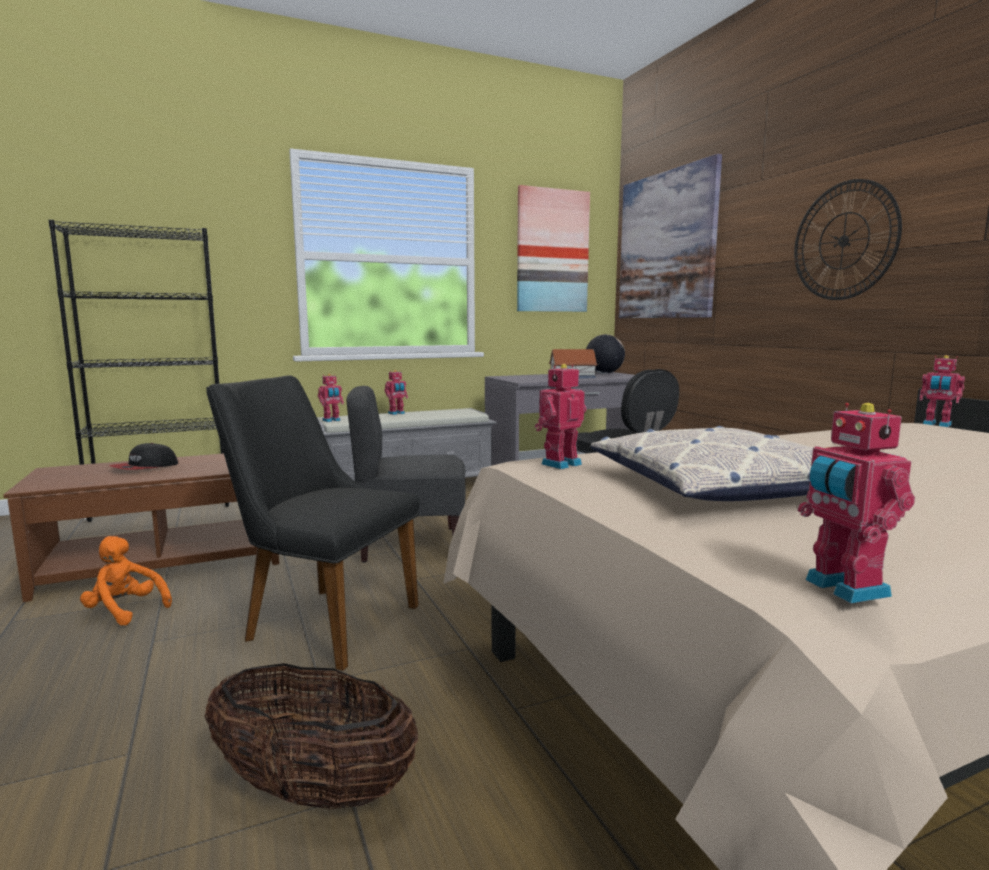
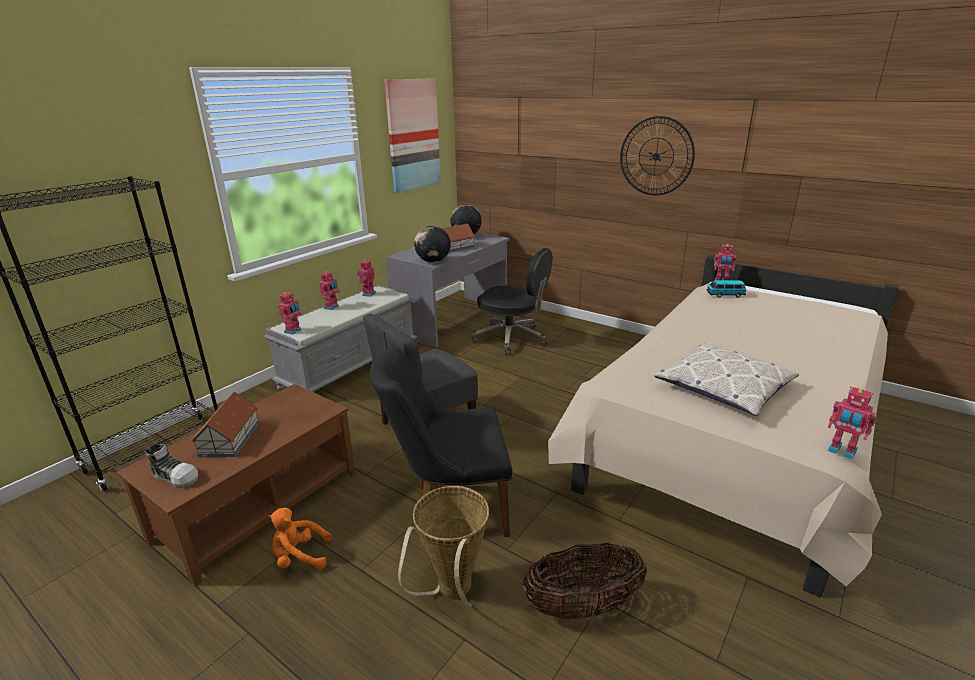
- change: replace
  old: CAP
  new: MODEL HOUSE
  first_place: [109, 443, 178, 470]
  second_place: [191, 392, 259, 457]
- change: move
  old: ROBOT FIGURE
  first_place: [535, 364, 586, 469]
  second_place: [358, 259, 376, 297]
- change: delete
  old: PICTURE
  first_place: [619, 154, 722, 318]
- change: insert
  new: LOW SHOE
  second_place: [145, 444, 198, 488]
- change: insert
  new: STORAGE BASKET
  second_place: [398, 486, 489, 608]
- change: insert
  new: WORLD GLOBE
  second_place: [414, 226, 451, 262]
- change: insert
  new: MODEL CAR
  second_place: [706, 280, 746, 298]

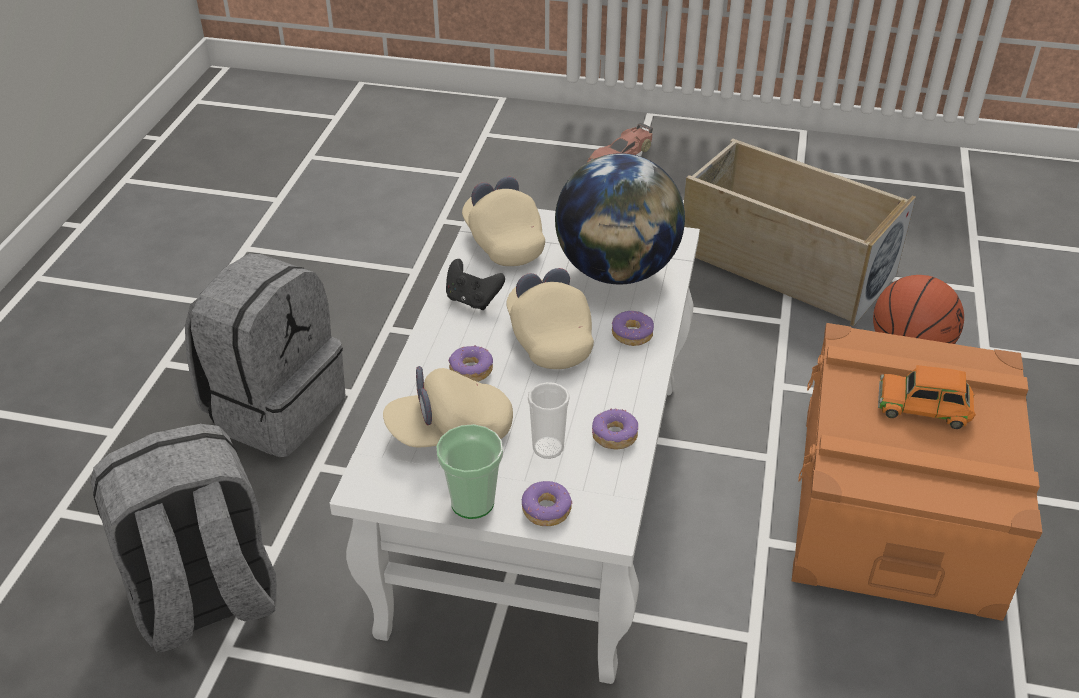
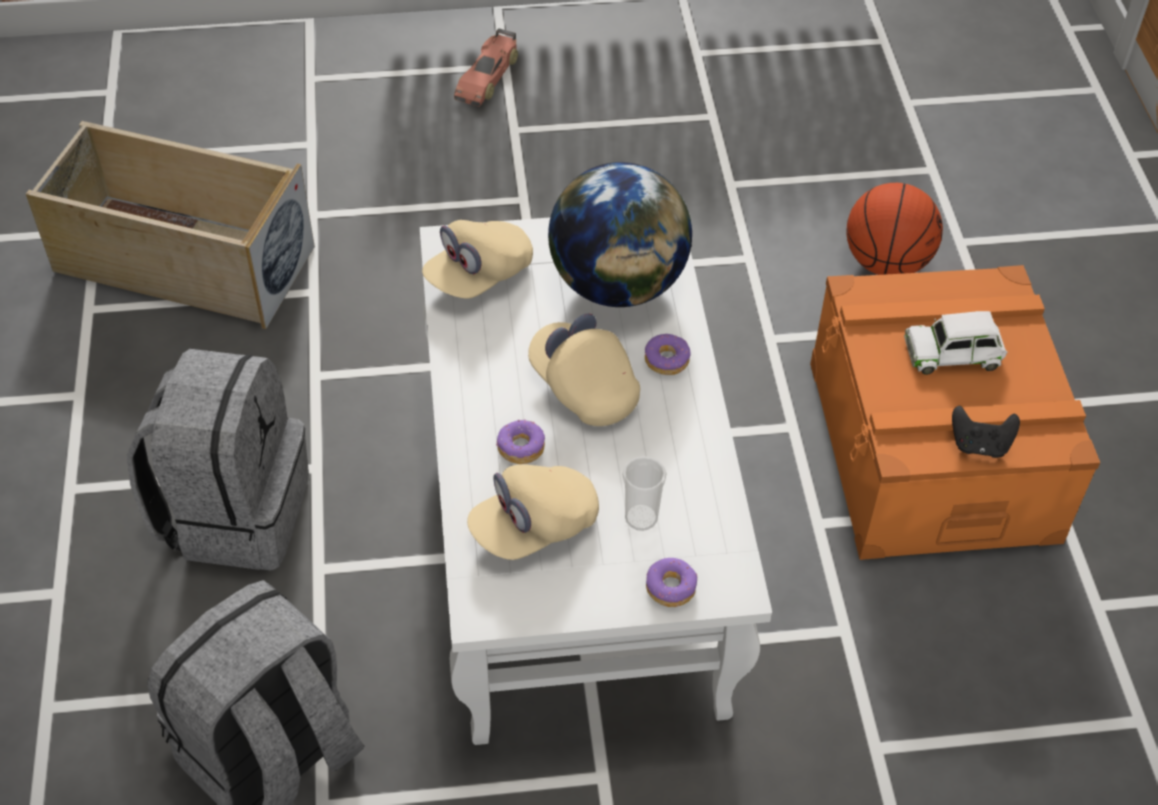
- change: delete
  old: SMALL CUP
  first_place: [436, 424, 503, 519]
- change: move
  old: BLACK-COLOURED GAMEPAD
  first_place: [446, 259, 505, 310]
  second_place: [952, 406, 1020, 458]
- change: rotate
  old: BEIGE CAP
  first_place: [462, 176, 545, 266]
  second_place: [422, 220, 533, 298]
  degrees: -90
- change: delete
  old: RING DOUGHNUT
  first_place: [592, 408, 639, 450]
- change: move
  old: BEIGE STORAGE BIN
  first_place: [684, 139, 916, 326]
  second_place: [26, 121, 315, 329]
- change: recolor
  old: ORANGE MODEL CAR
  new: WHITISH MODEL CAR
  first_place: [878, 365, 976, 429]
  second_place: [904, 311, 1007, 375]

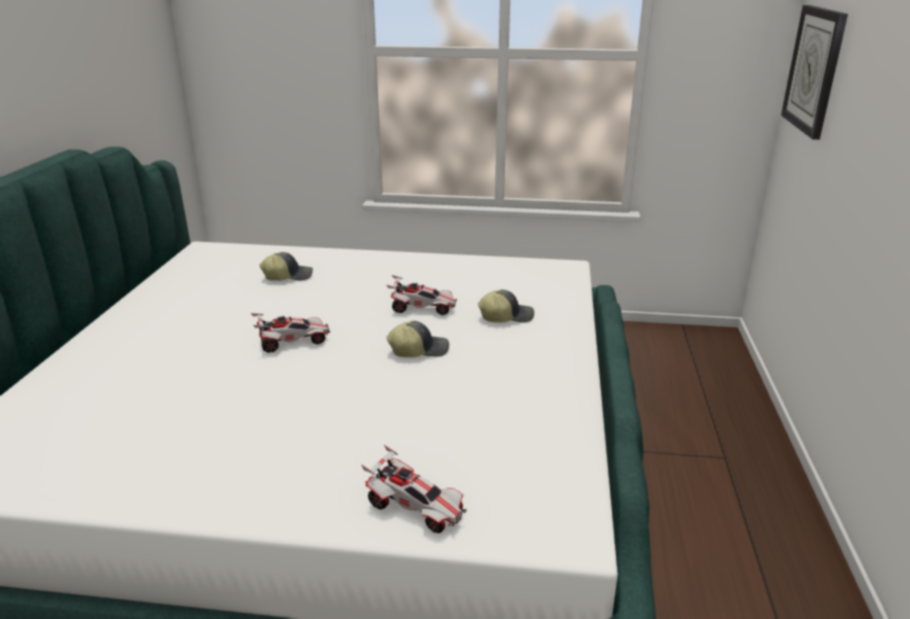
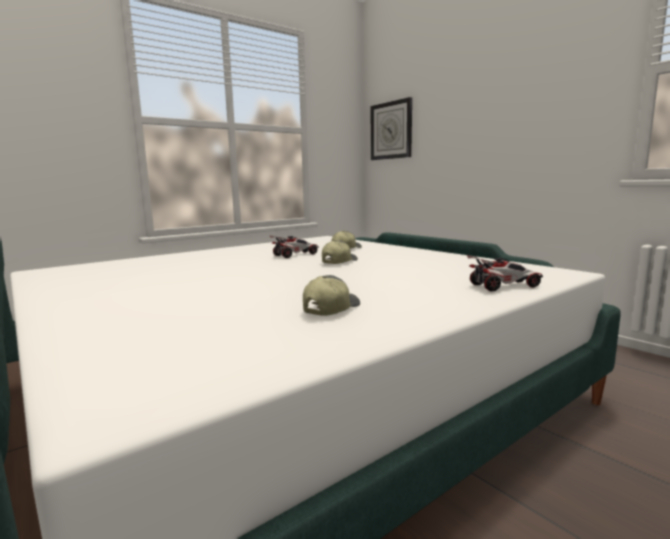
- change: delete
  old: MODEL CAR
  first_place: [251, 313, 330, 353]
- change: move
  old: CAP
  first_place: [260, 252, 313, 281]
  second_place: [303, 275, 360, 316]

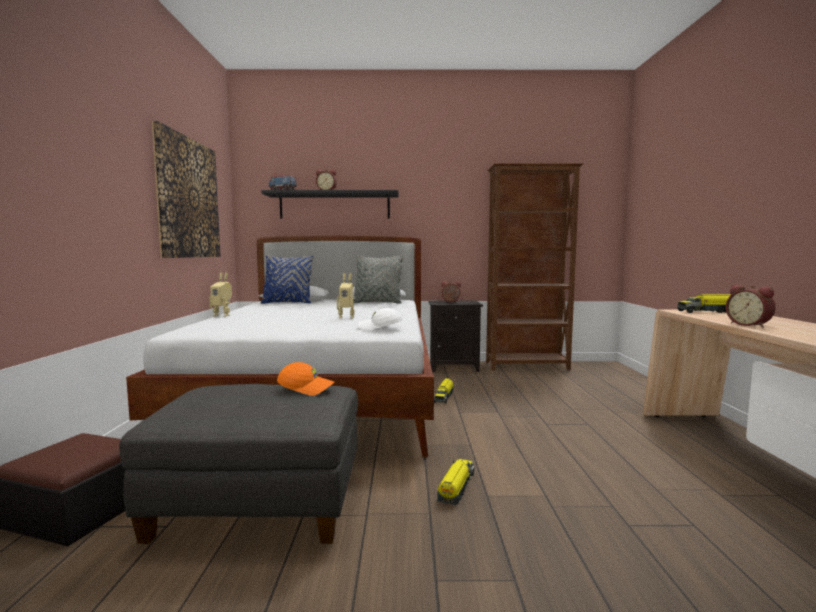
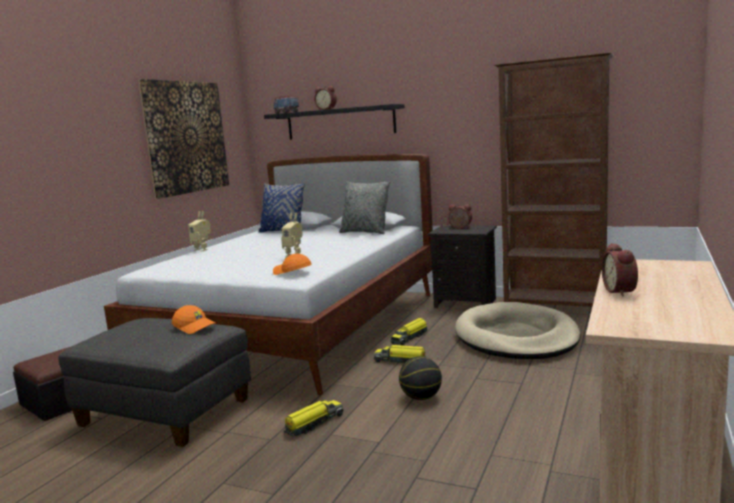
- change: recolor
  old: WHITISH CAP
  new: ORANGE CAP
  first_place: [359, 308, 403, 331]
  second_place: [273, 253, 312, 275]
- change: move
  old: MODEL TRUCK
  first_place: [677, 294, 731, 313]
  second_place: [374, 345, 425, 363]
- change: insert
  new: BALL FOR BASKETBALL
  second_place: [399, 356, 442, 400]
- change: insert
  new: BEIGE DOG BED
  second_place: [455, 302, 581, 359]

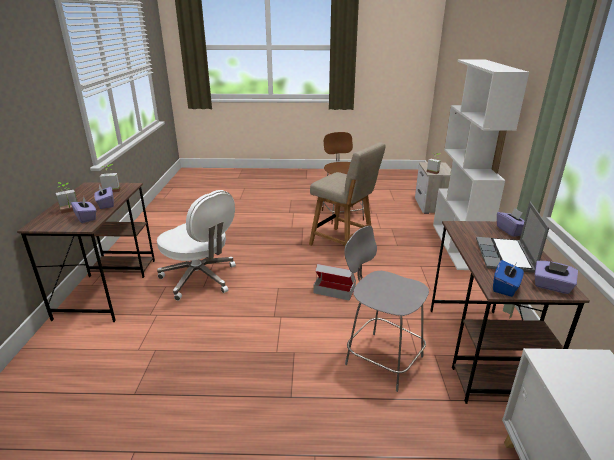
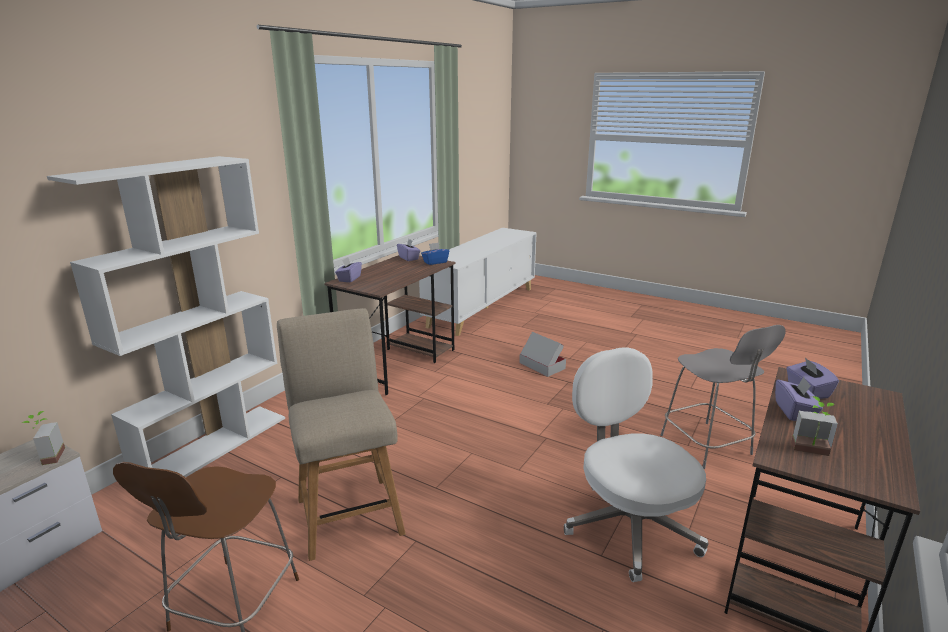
- change: delete
  old: HOUSEPLANT
  first_place: [56, 182, 78, 214]
- change: move
  old: CARDBOARD BOX
  first_place: [313, 264, 356, 301]
  second_place: [519, 332, 566, 377]
- change: move
  old: GREYISH PLAIN CHAIR
  first_place: [344, 226, 429, 392]
  second_place: [660, 325, 786, 469]
- change: delete
  old: LAPTOP
  first_place: [476, 201, 549, 273]

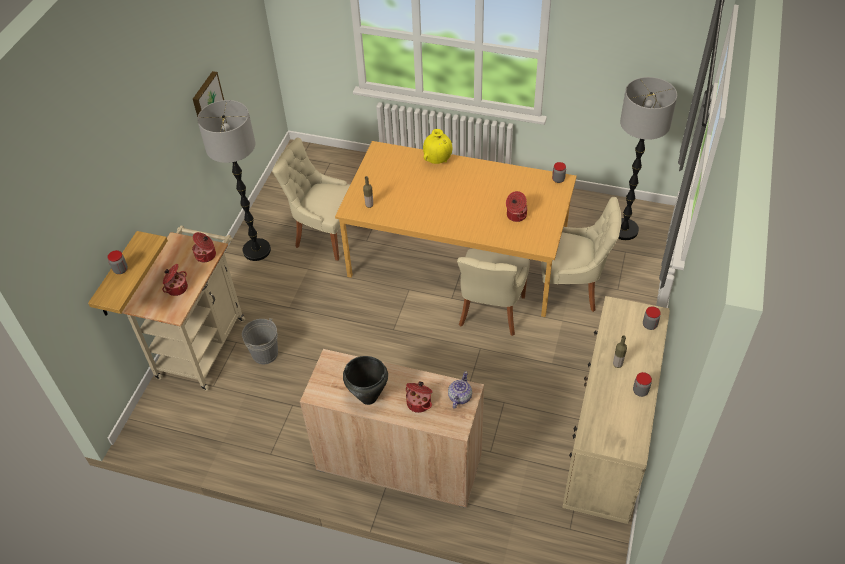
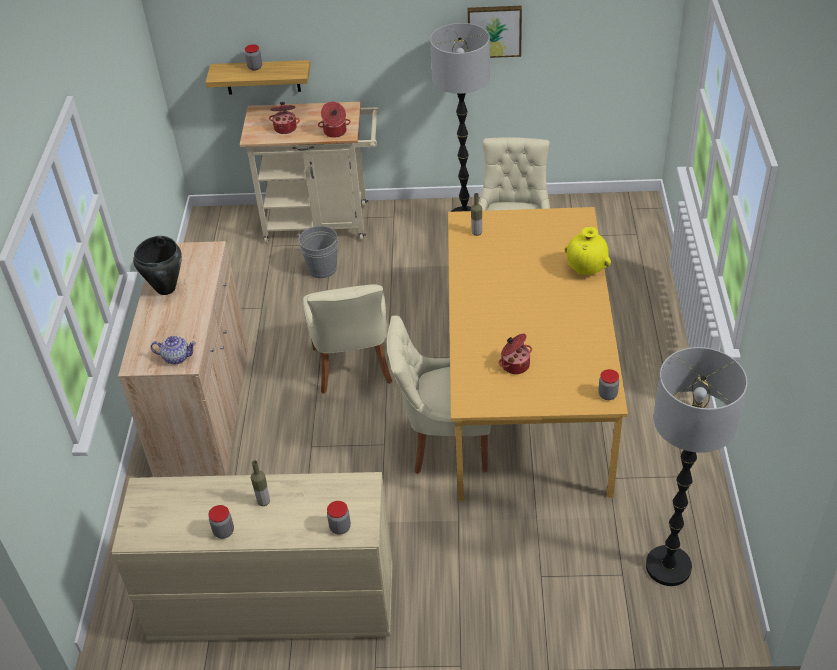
- change: delete
  old: STOCKPOT
  first_place: [406, 381, 433, 413]
- change: move
  old: BEIGE PLAIN CHAIR
  first_place: [541, 197, 621, 312]
  second_place: [303, 284, 392, 394]

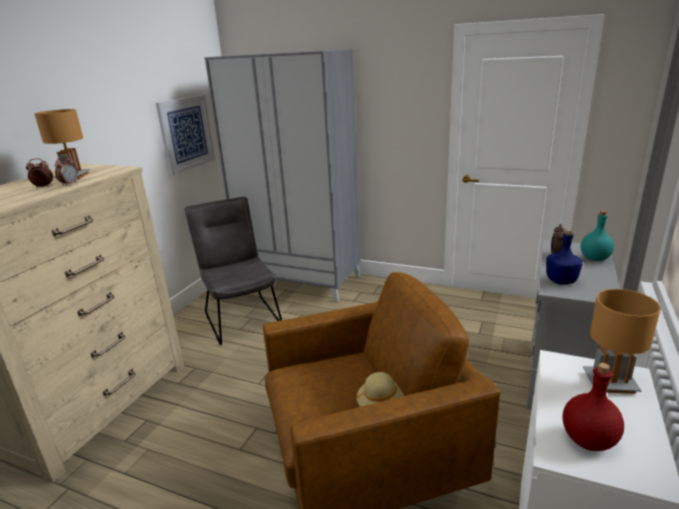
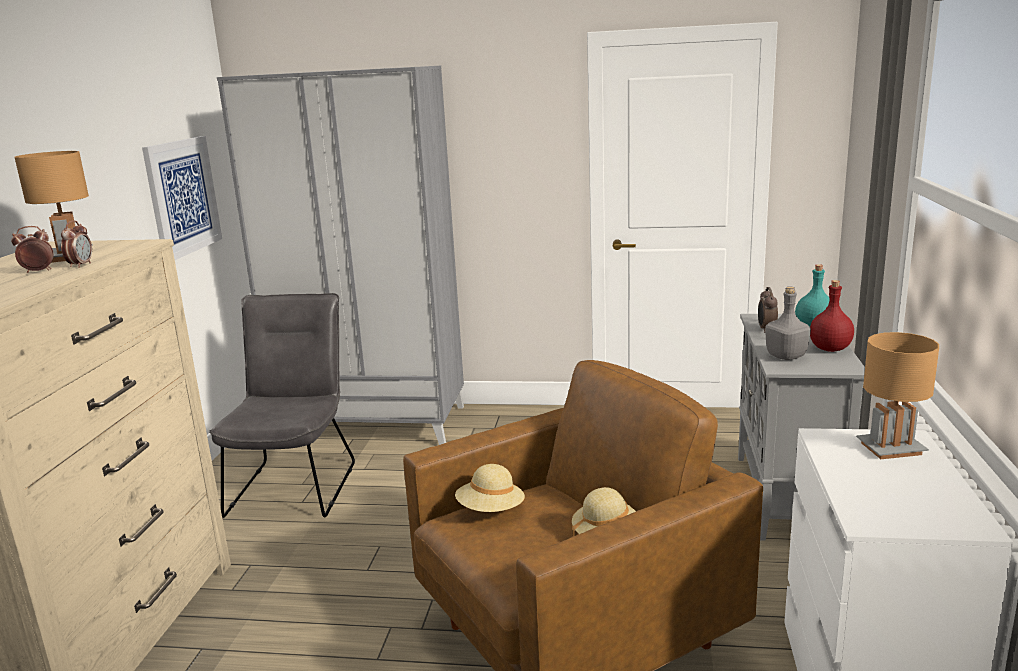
- change: rotate
  old: GREYISH PLAIN CHAIR
  first_place: [184, 197, 282, 345]
  second_place: [209, 293, 355, 518]
  degrees: 45
- change: recolor
  old: BLUISH DRINK BOTTLE
  new: GREYISH DRINK BOTTLE
  first_place: [546, 229, 583, 285]
  second_place: [765, 287, 811, 360]
- change: move
  old: RED DRINK BOTTLE
  first_place: [563, 363, 624, 451]
  second_place: [810, 280, 854, 352]
- change: insert
  new: BEIGE HAT
  second_place: [455, 464, 525, 512]

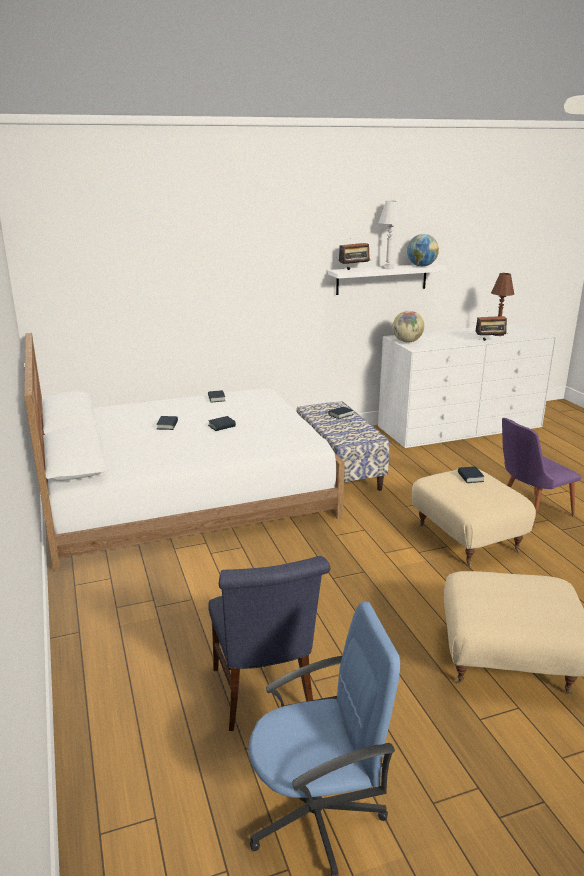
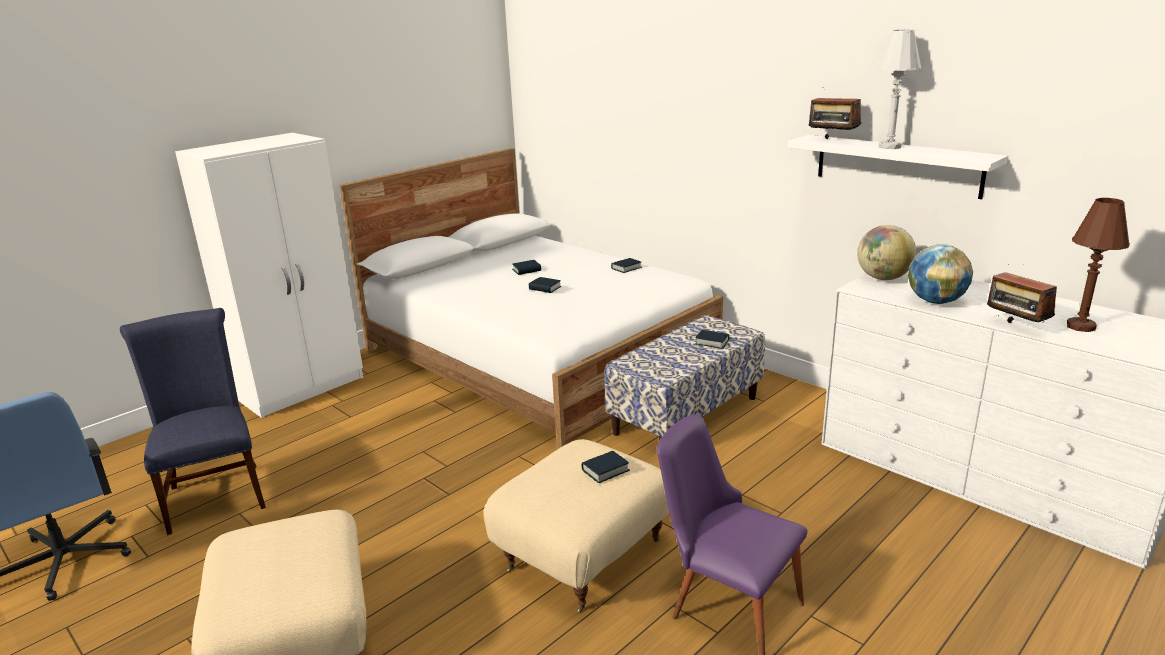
- change: rotate
  old: BLUISH PLAIN CHAIR
  first_place: [208, 556, 330, 731]
  second_place: [120, 308, 266, 535]
  degrees: 105
- change: move
  old: WORLD GLOBE
  first_place: [407, 234, 439, 266]
  second_place: [908, 244, 973, 304]
- change: insert
  new: WHITISH CLOTHES CUPBOARD
  second_place: [175, 133, 363, 418]

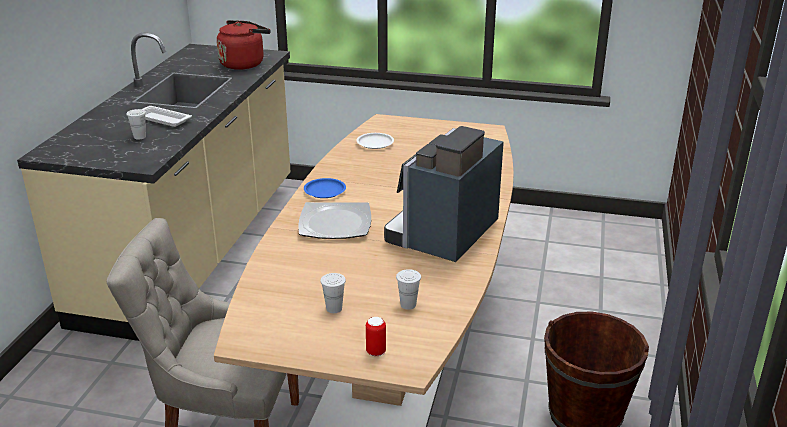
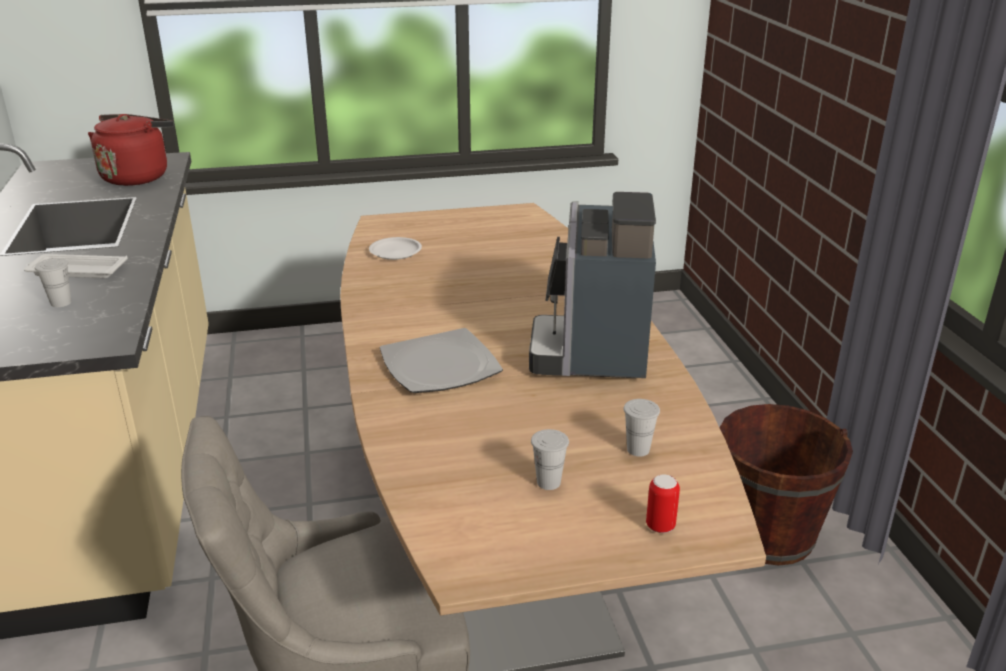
- change: delete
  old: BLUISH FLAT DISH
  first_place: [304, 178, 346, 198]

